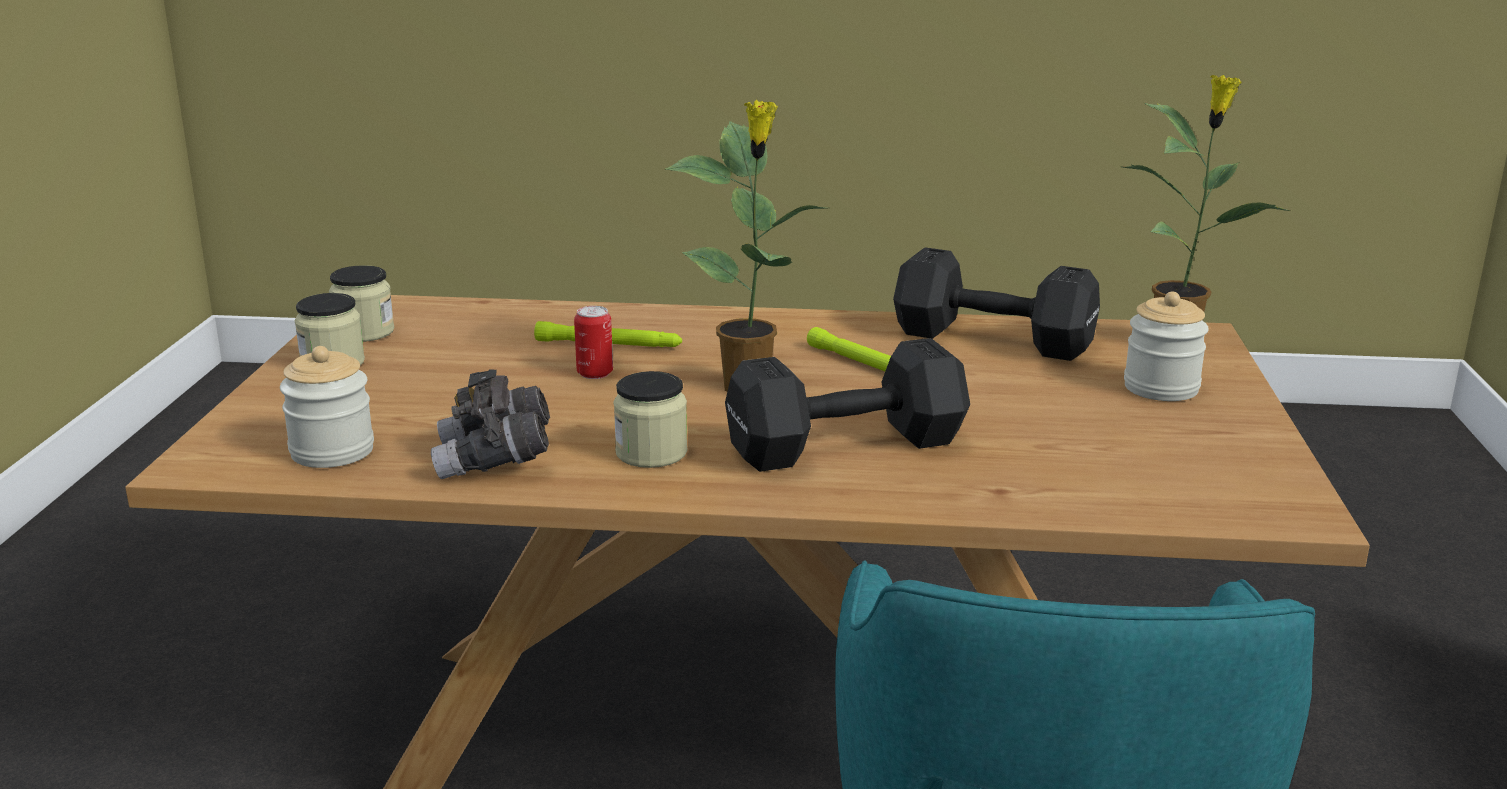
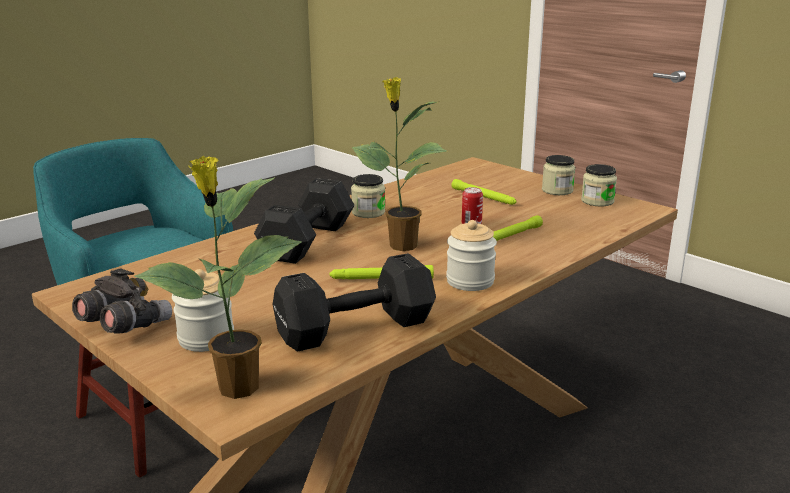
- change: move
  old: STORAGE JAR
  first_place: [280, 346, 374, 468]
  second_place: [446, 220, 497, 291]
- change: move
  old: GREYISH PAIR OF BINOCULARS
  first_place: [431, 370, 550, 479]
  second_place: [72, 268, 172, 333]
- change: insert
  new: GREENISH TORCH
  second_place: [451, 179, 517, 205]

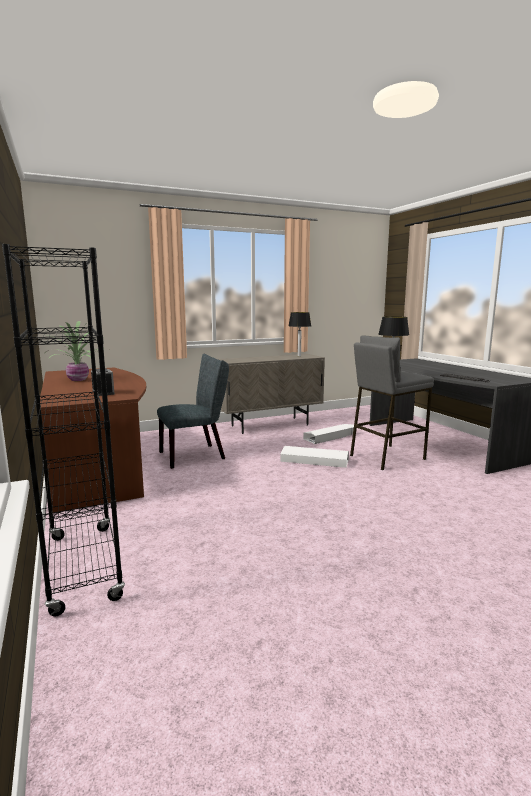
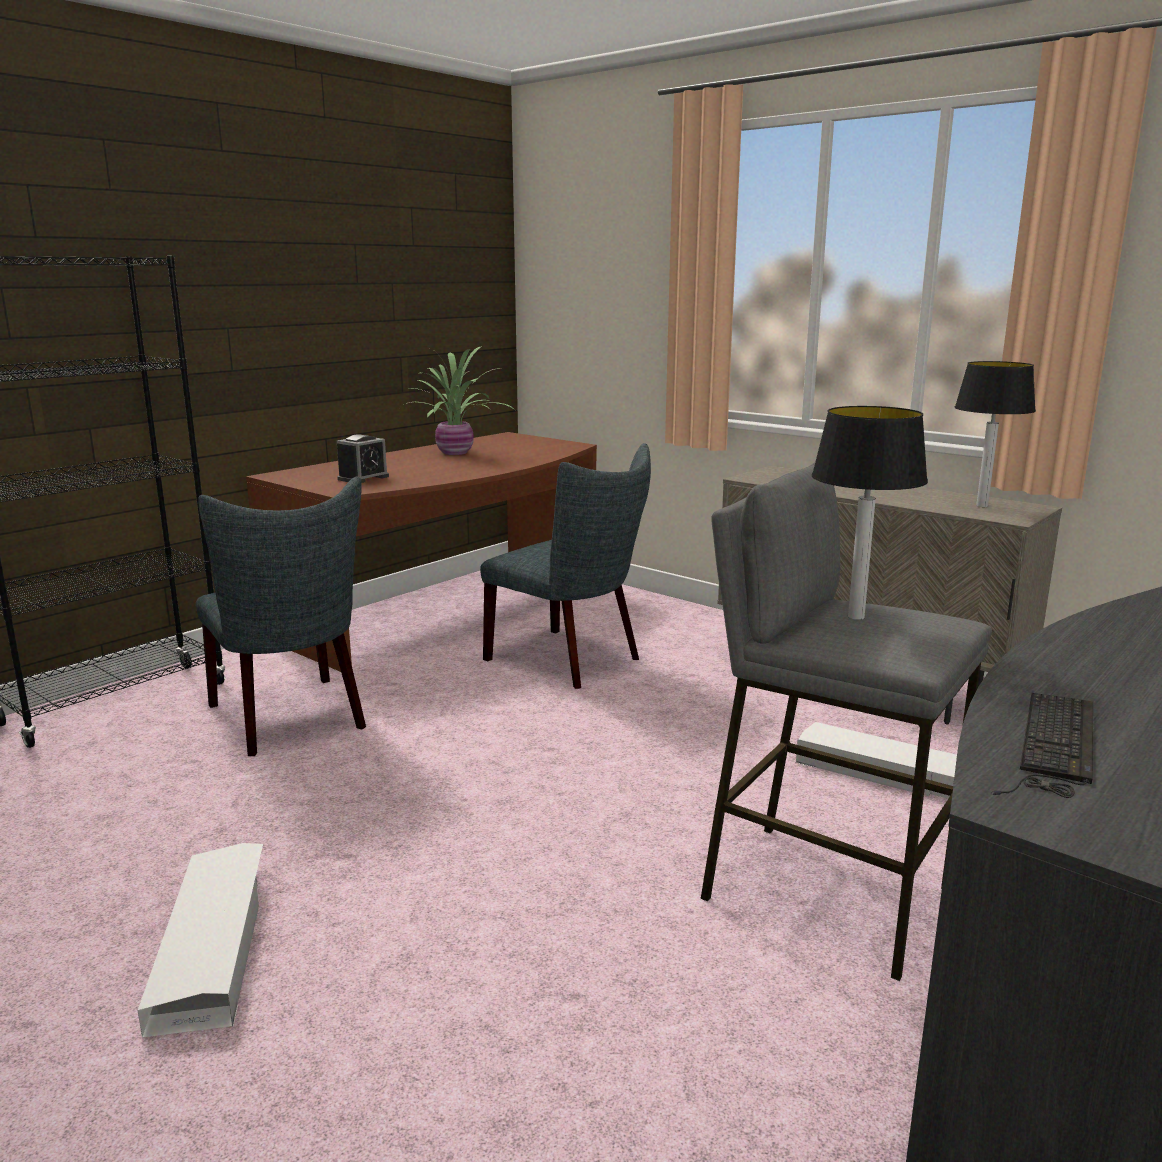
- change: move
  old: WHITISH STORAGE BIN
  first_place: [280, 446, 349, 468]
  second_place: [138, 843, 263, 1037]
- change: insert
  new: GREYISH PLAIN CHAIR
  second_place: [196, 477, 366, 756]

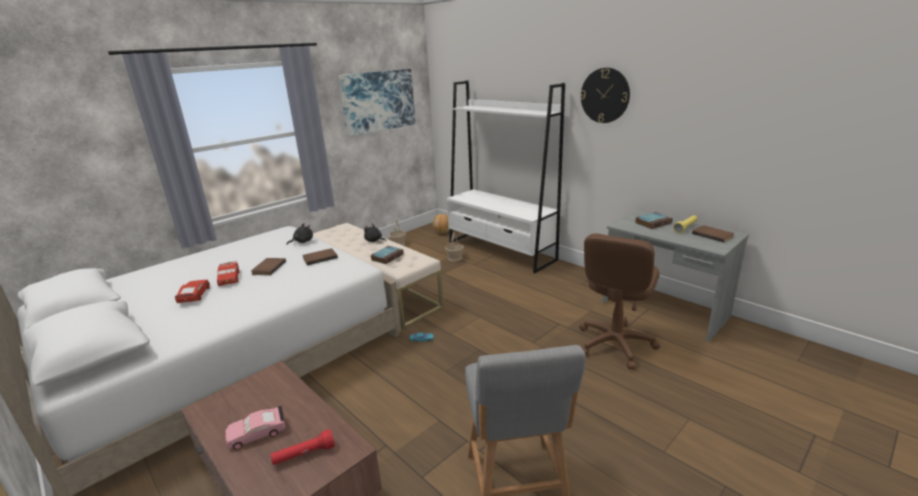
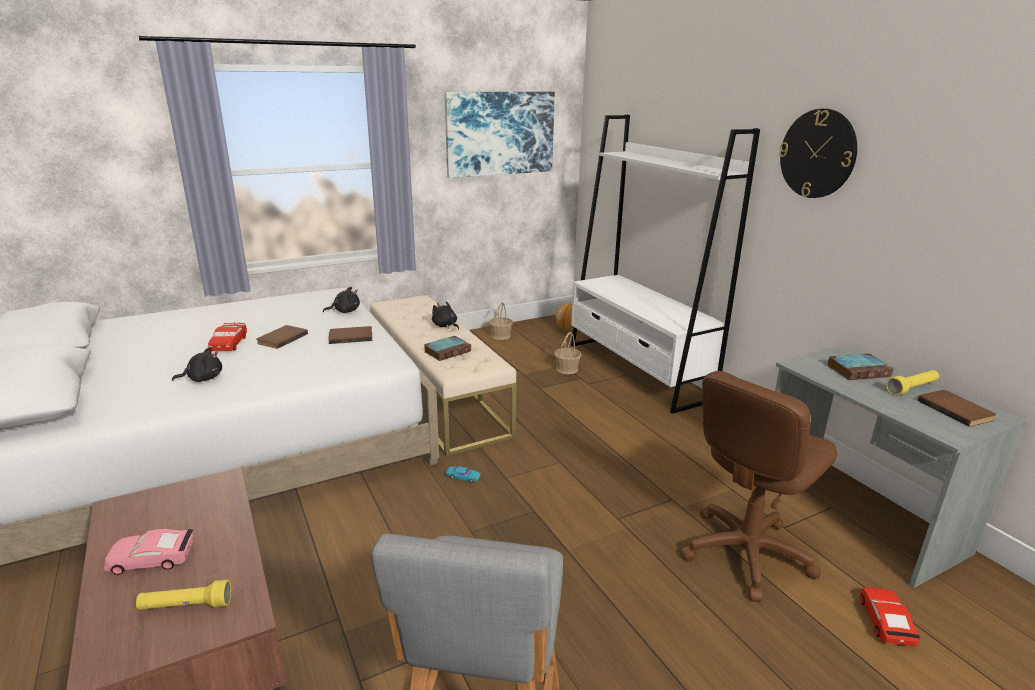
- change: move
  old: RED MODEL CAR
  first_place: [175, 280, 210, 303]
  second_place: [860, 587, 920, 647]
- change: recolor
  old: RED TORCH
  new: YELLOW-COLOURED TORCH
  first_place: [271, 429, 335, 465]
  second_place: [136, 580, 231, 610]
- change: insert
  new: BLACK-COLOURED CUDDLY TOY
  second_place: [172, 347, 222, 382]

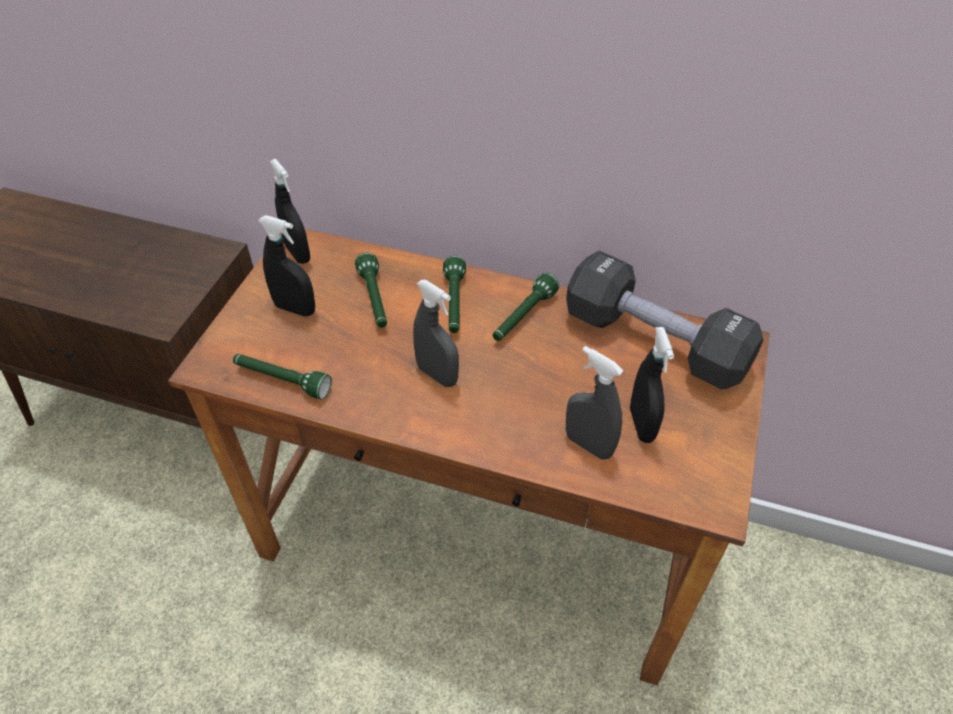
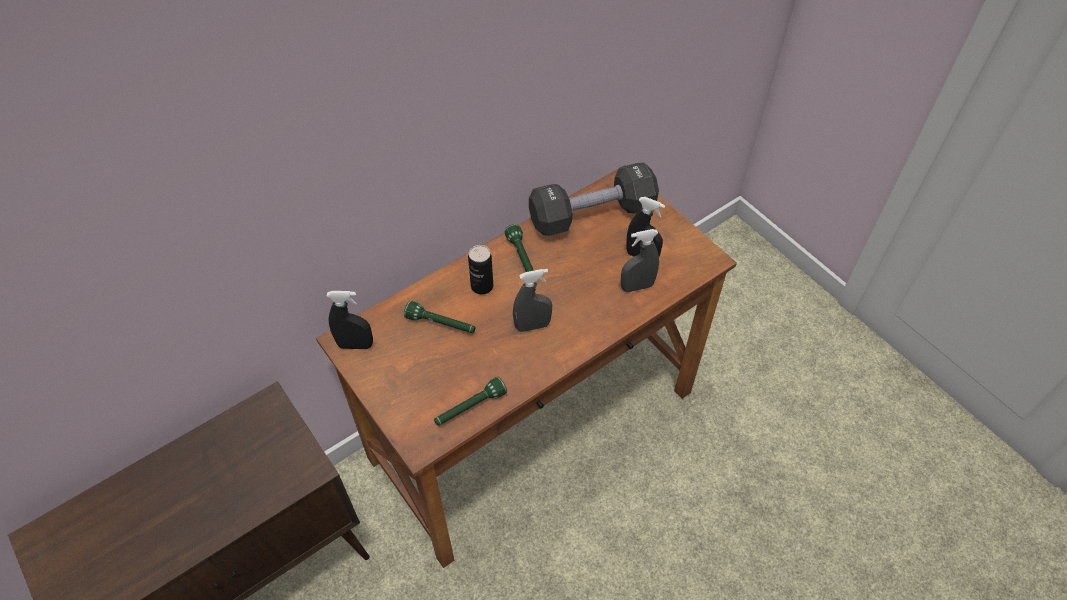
- change: delete
  old: BLACK-COLOURED SPRAY BOTTLE
  first_place: [258, 215, 315, 316]
- change: replace
  old: GREENISH TORCH
  new: CAN
  first_place: [443, 255, 466, 333]
  second_place: [468, 245, 493, 294]

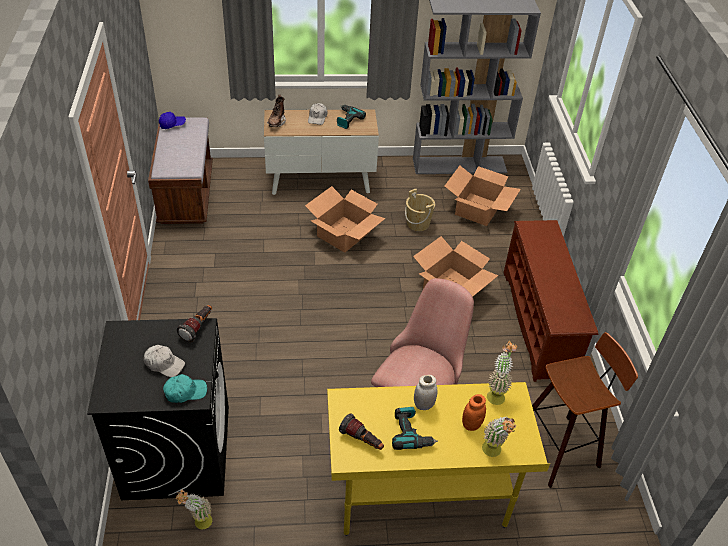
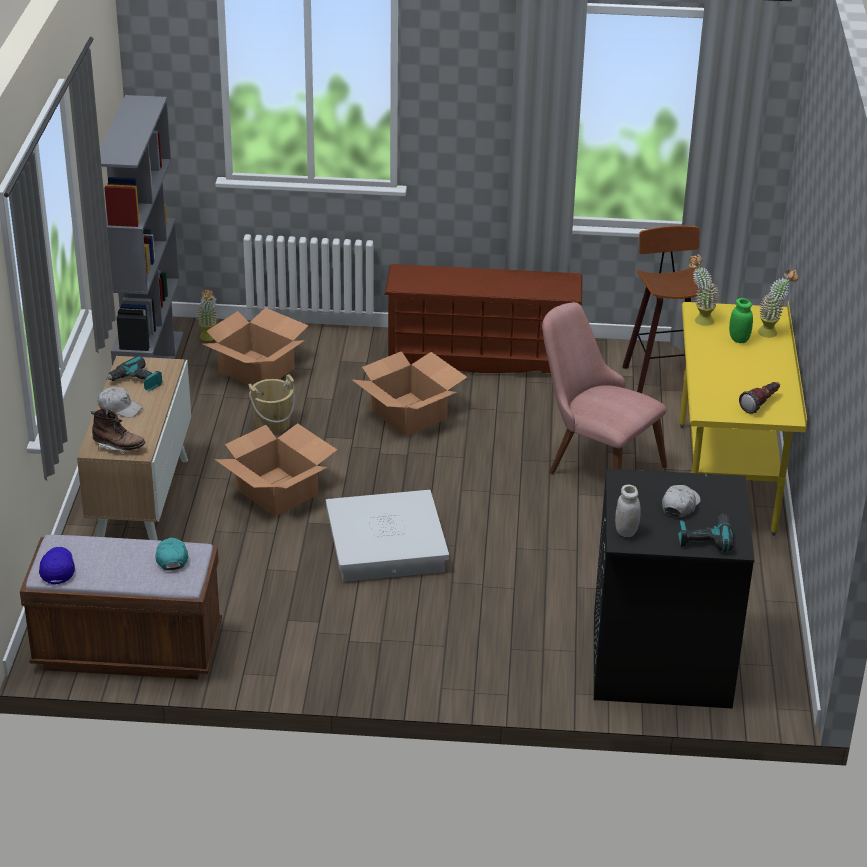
- change: move
  old: TURQUOISE CAP
  first_place: [163, 374, 207, 403]
  second_place: [156, 538, 189, 571]
- change: move
  old: HOUSEPLANT
  first_place: [176, 490, 212, 530]
  second_place: [196, 288, 218, 341]
- change: delete
  old: TORCH
  first_place: [177, 305, 212, 342]
- change: move
  old: DRILL
  first_place: [392, 407, 438, 450]
  second_place: [678, 514, 734, 552]
- change: move
  old: WHITISH STORAGE JAR
  first_place: [414, 375, 437, 410]
  second_place: [615, 485, 641, 537]
- change: recolor
  old: ORANGE STORAGE JAR
  new: GREENISH STORAGE JAR
  first_place: [462, 394, 486, 431]
  second_place: [729, 298, 753, 343]
- change: insert
  new: WHITISH STORAGE BIN
  second_place: [326, 490, 449, 582]

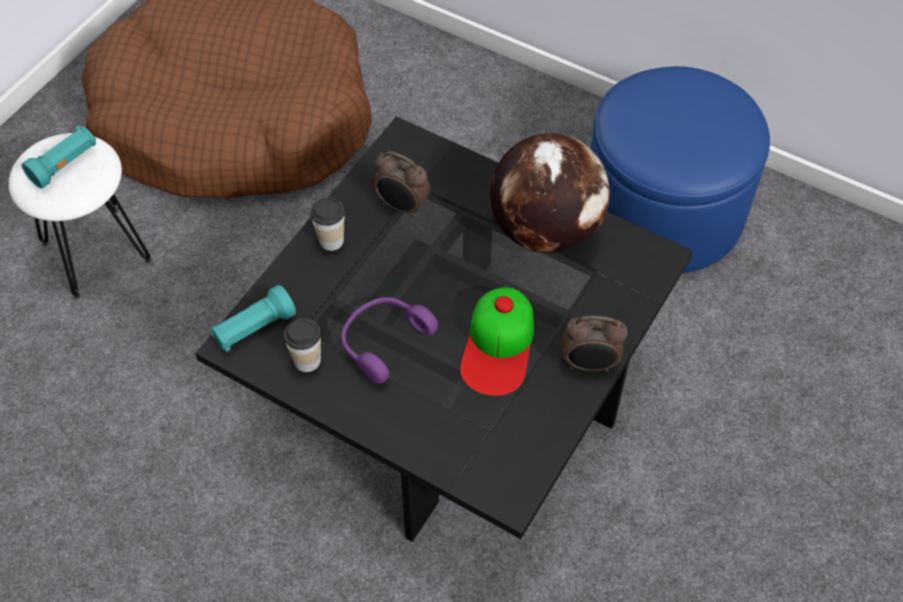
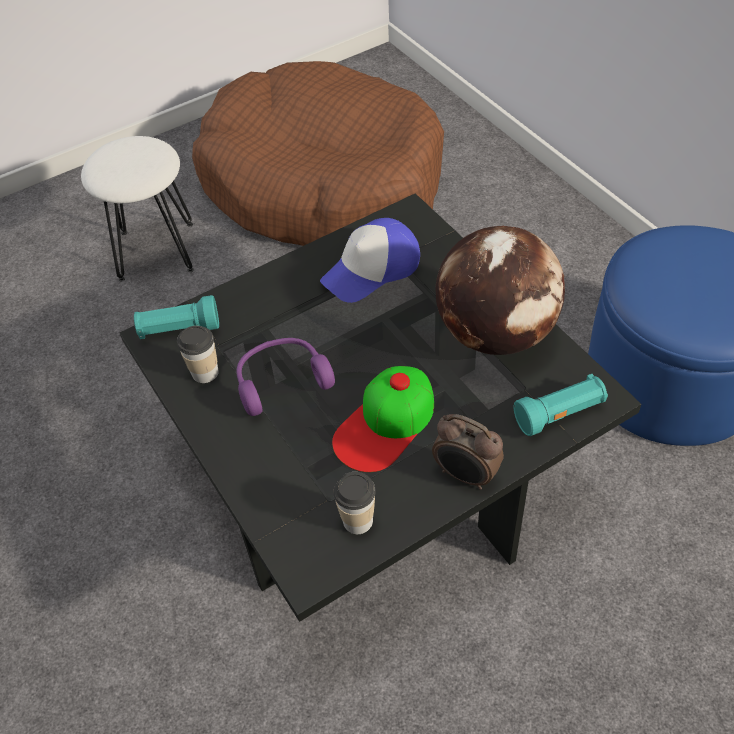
- change: move
  old: TURQUOISE TORCH
  first_place: [22, 125, 96, 188]
  second_place: [514, 374, 608, 436]
- change: move
  old: SMALL CUP
  first_place: [311, 197, 345, 251]
  second_place: [333, 472, 376, 534]
- change: replace
  old: TABLE CLOCK
  new: CAP
  first_place: [373, 151, 430, 217]
  second_place: [320, 218, 420, 303]

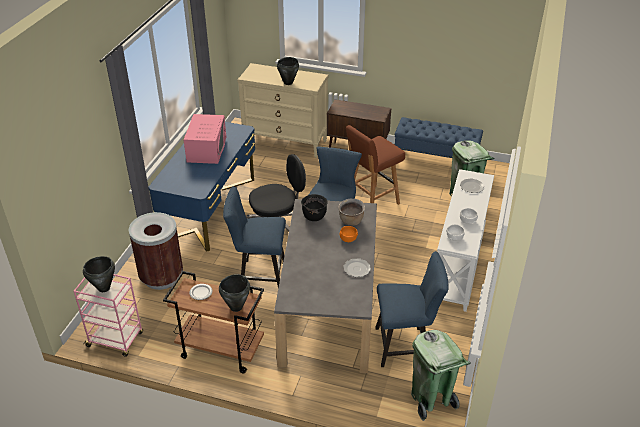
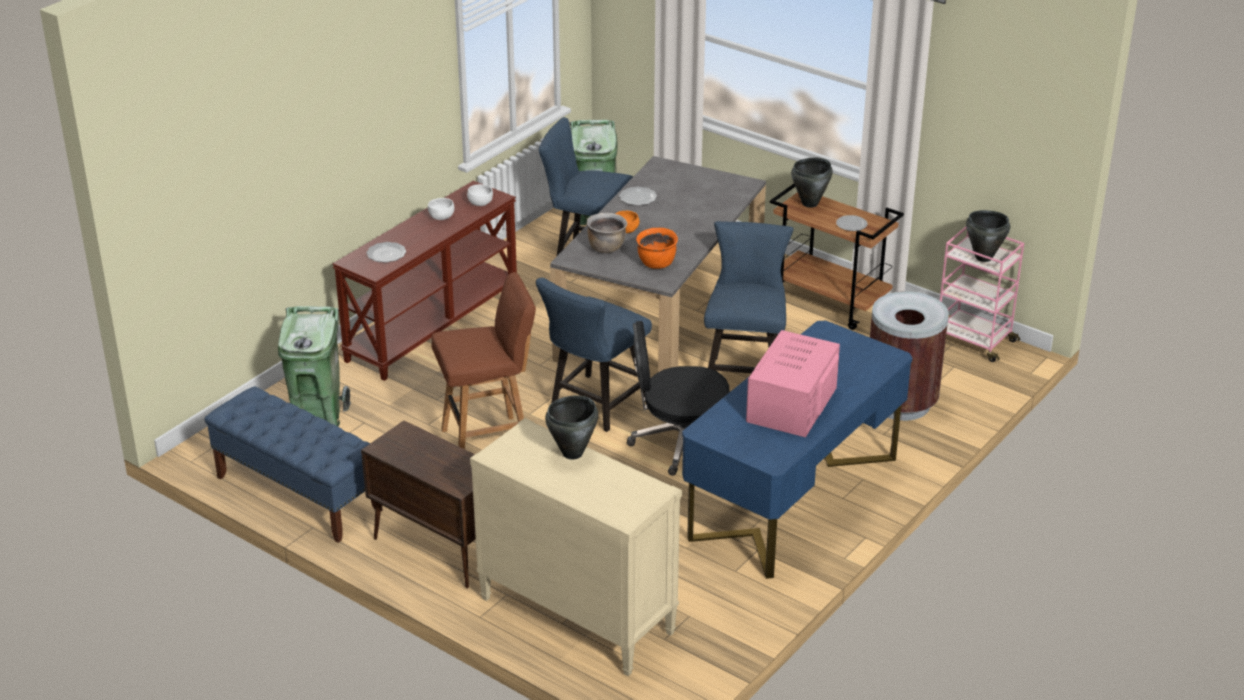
- change: rotate
  old: BLUISH PLAIN CHAIR
  first_place: [223, 186, 286, 288]
  second_place: [704, 221, 794, 373]
  degrees: -105
- change: recolor
  old: BLACK-COLOURED STOCKPOT
  new: ORANGE STOCKPOT
  first_place: [301, 194, 328, 221]
  second_place: [636, 228, 678, 269]
- change: recolor
  old: WHITISH NARROW TABLE
  new: BROWN NARROW TABLE
  first_place: [437, 169, 494, 312]
  second_place: [332, 181, 517, 381]

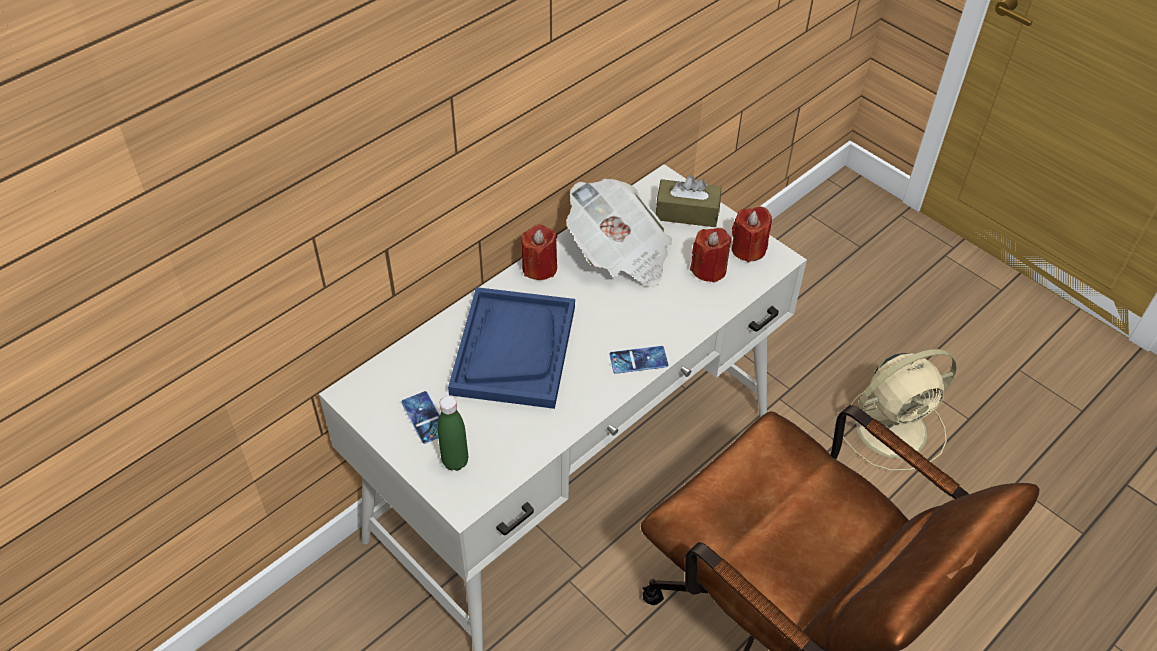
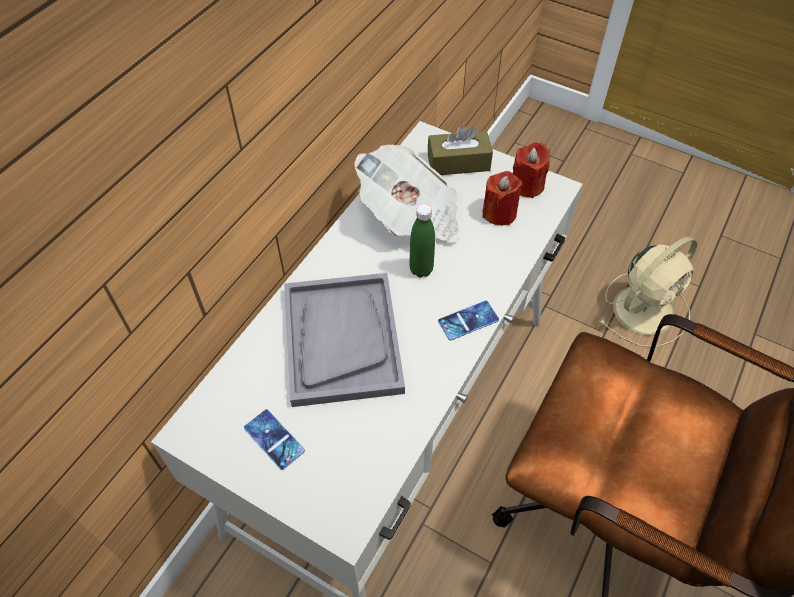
- change: move
  old: GREENISH DRINK BOTTLE
  first_place: [438, 396, 468, 471]
  second_place: [409, 204, 435, 277]
- change: recolor
  old: BLUISH CARRYING TRAY
  new: GREYISH CARRYING TRAY
  first_place: [448, 287, 575, 409]
  second_place: [284, 273, 405, 407]
- change: delete
  old: RED WAX LIGHT
  first_place: [522, 224, 557, 280]

